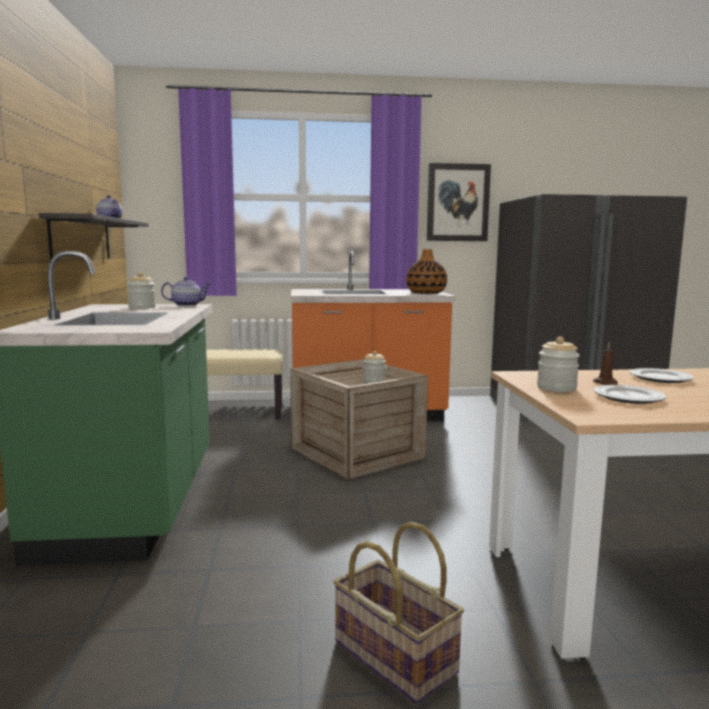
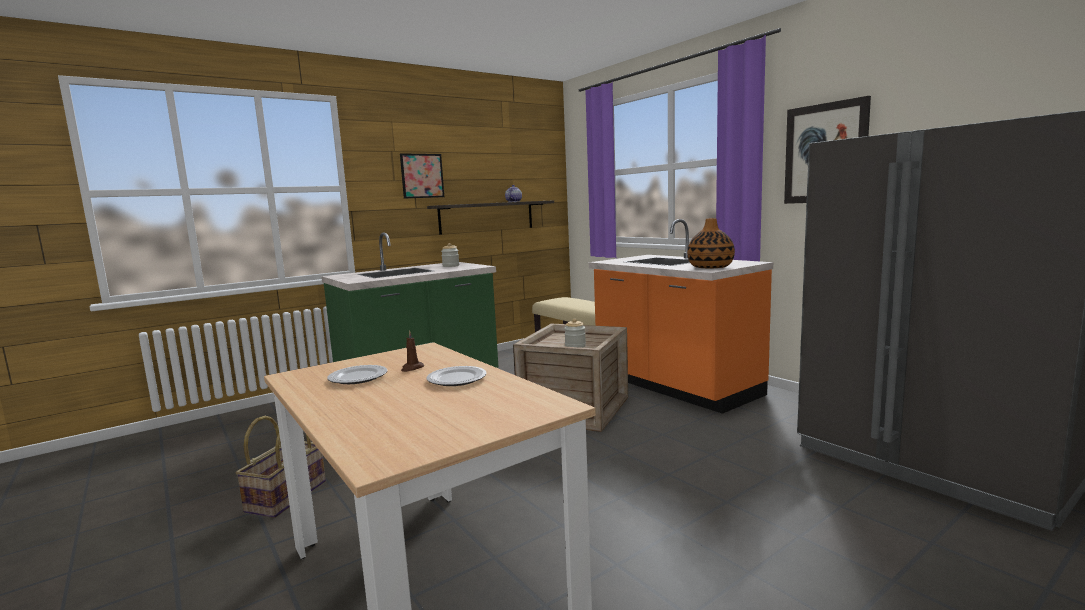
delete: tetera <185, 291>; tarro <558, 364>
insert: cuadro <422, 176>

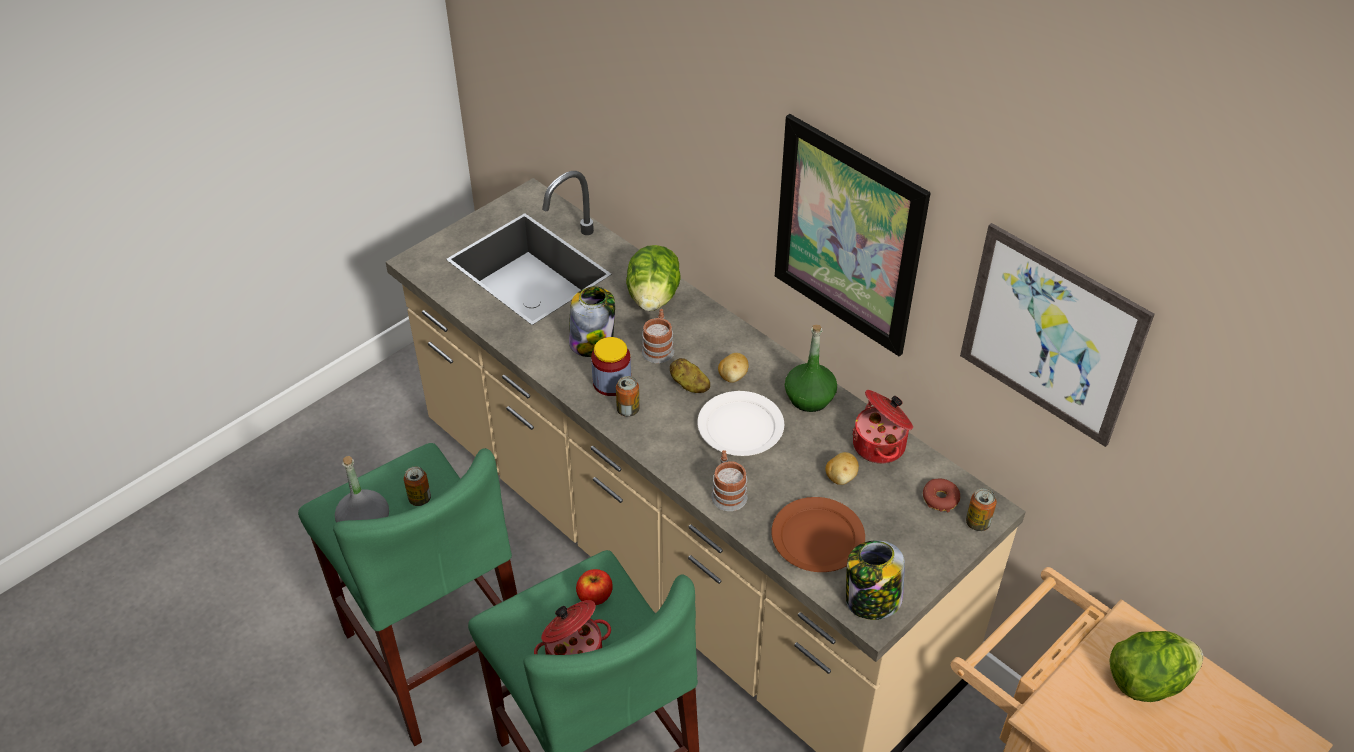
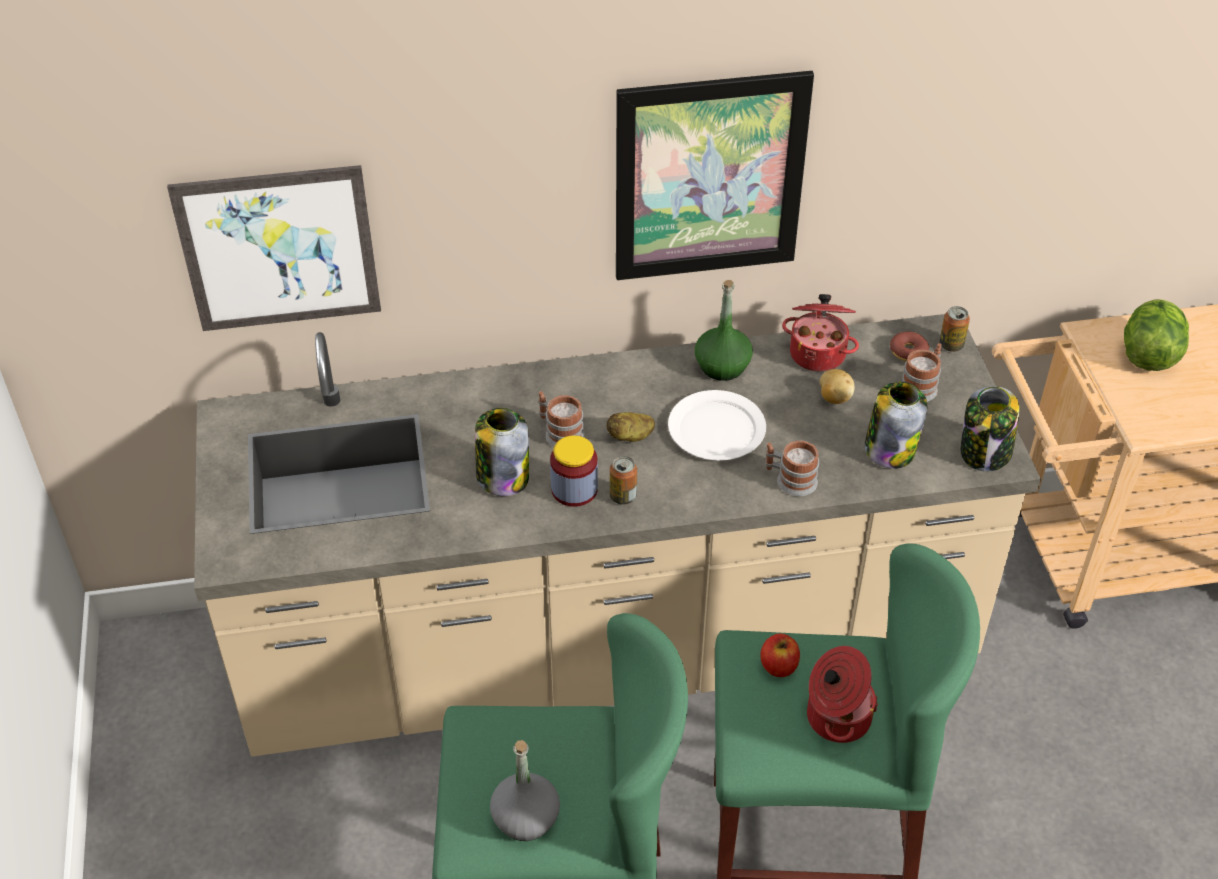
delete: lata <417, 486>; lechuga <653, 278>; patata <733, 367>
insert: taza grande <921, 372>
move: cuadro <1057, 335> to <274, 248>
replace: plato (marrón) <818, 534> to tarro <896, 425>

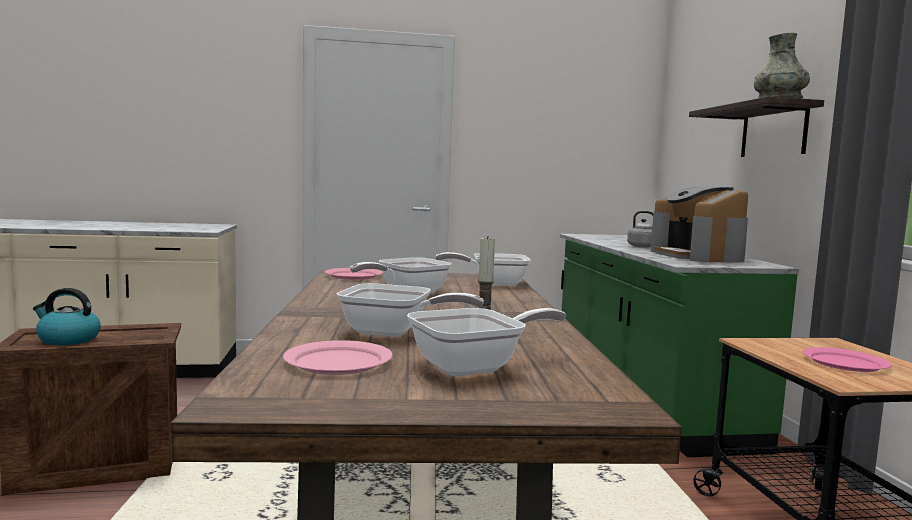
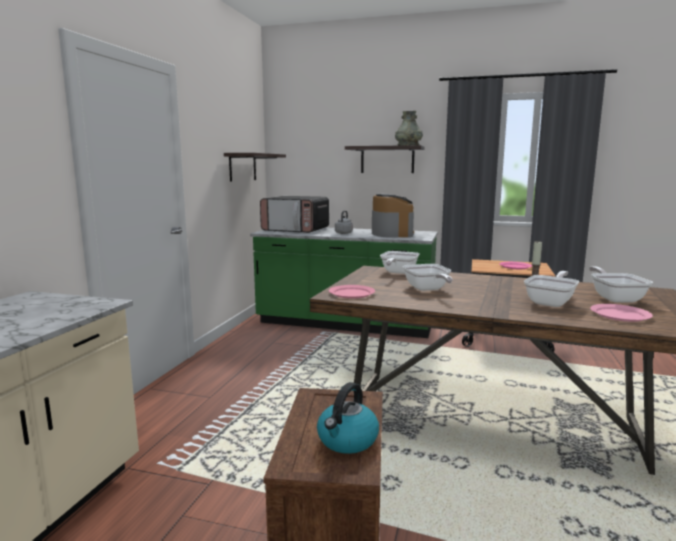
insert: estante <255, 167>; microondas <294, 214>
rotate: cafetera <699, 225> = <393, 216> 105 degrees counterclockwise

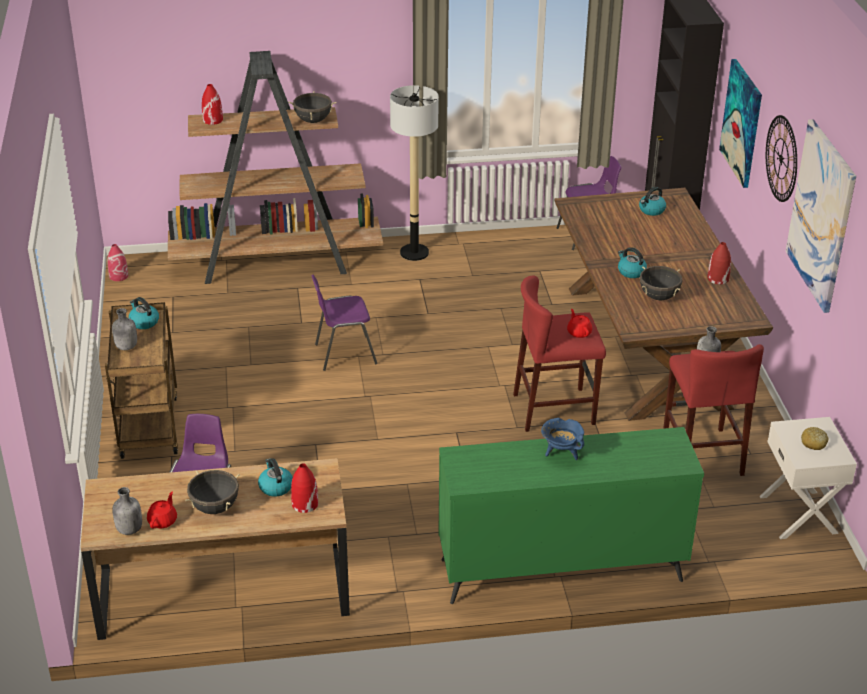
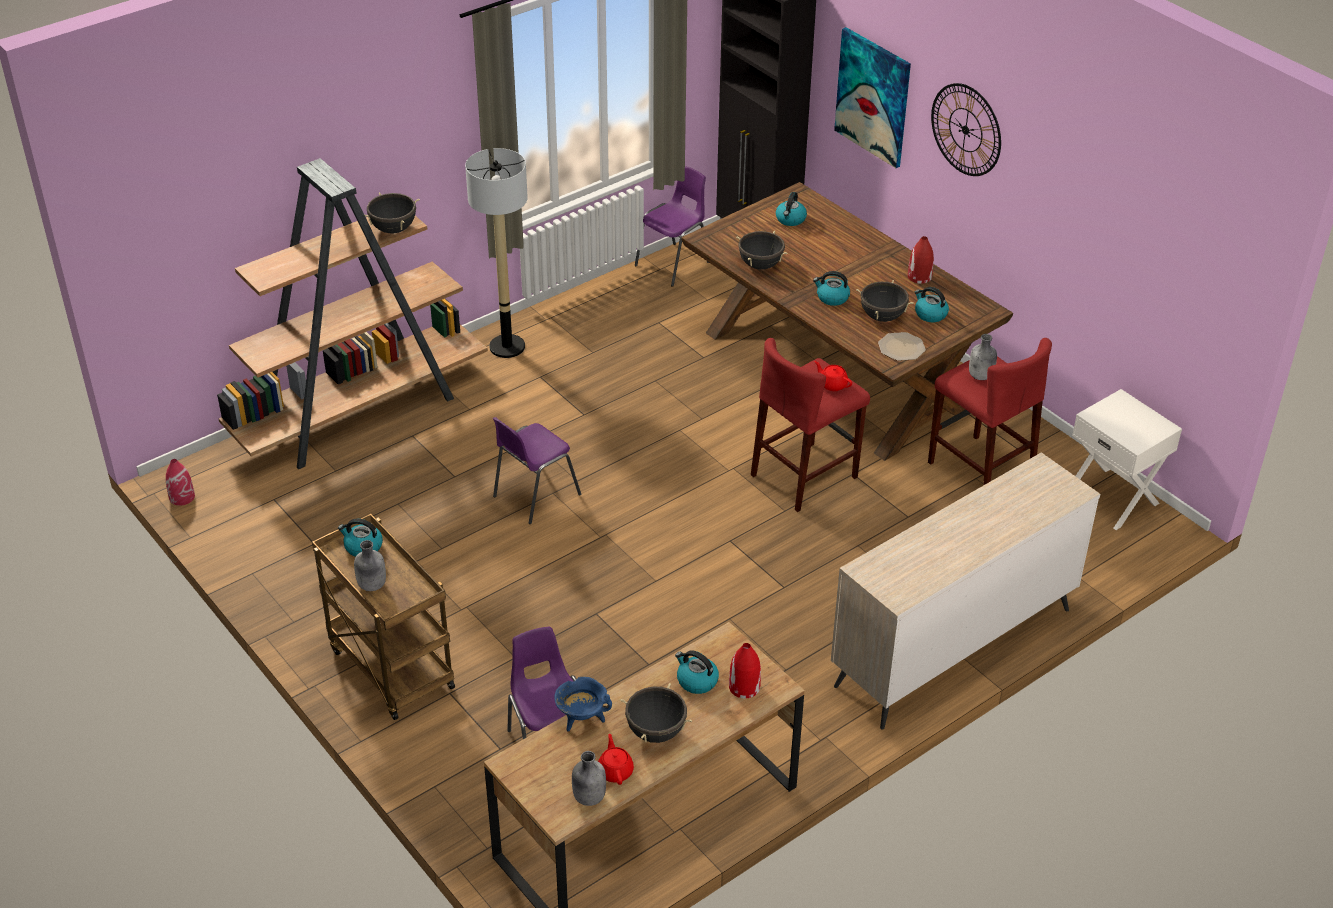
delete: florero (rojo) <212, 104>; cuadro <821, 216>; pan <814, 438>
insert: olla (negro) <762, 250>; plato <902, 346>; hervidor <932, 304>
move: olla (azul) <562, 439> to <583, 704>
recolor: cómoda (verde) <571, 515> to cómoda (beis) <965, 590>

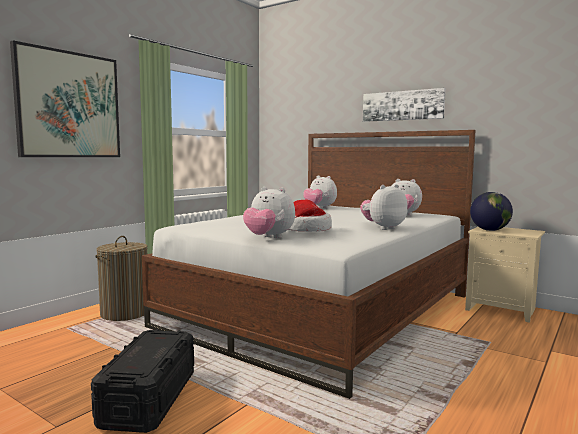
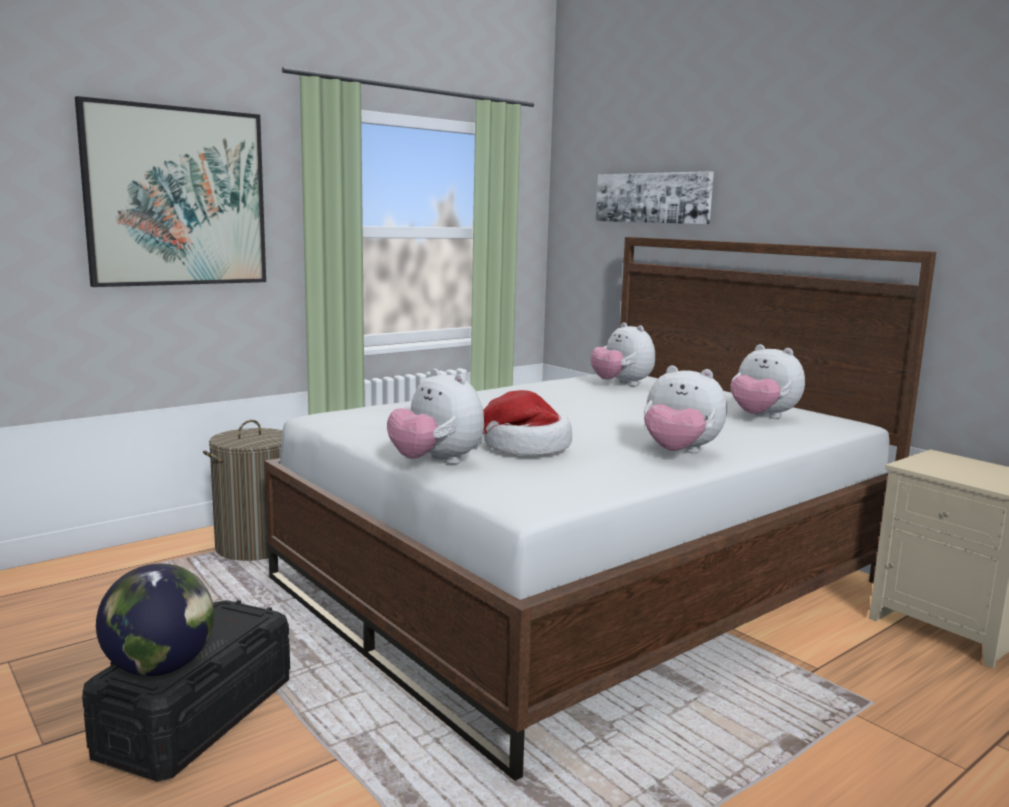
move: cuadro <404, 105> to <655, 198>; globo terráqueo <491, 211> to <155, 619>
rotate: peluche <384, 207> = <685, 409> 135 degrees counterclockwise

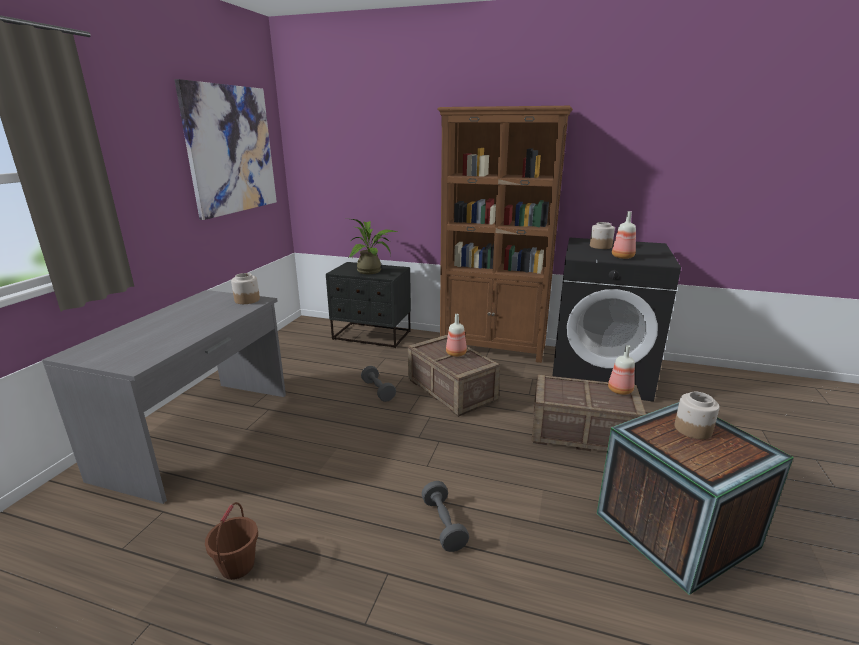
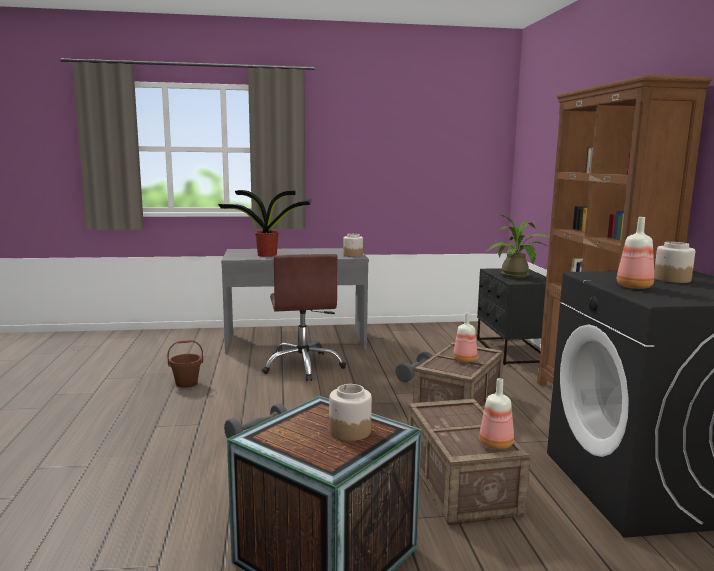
delete: cuadro <226, 149>
insert: planta en maceta <265, 223>; silla de oficina (marrón) <304, 317>

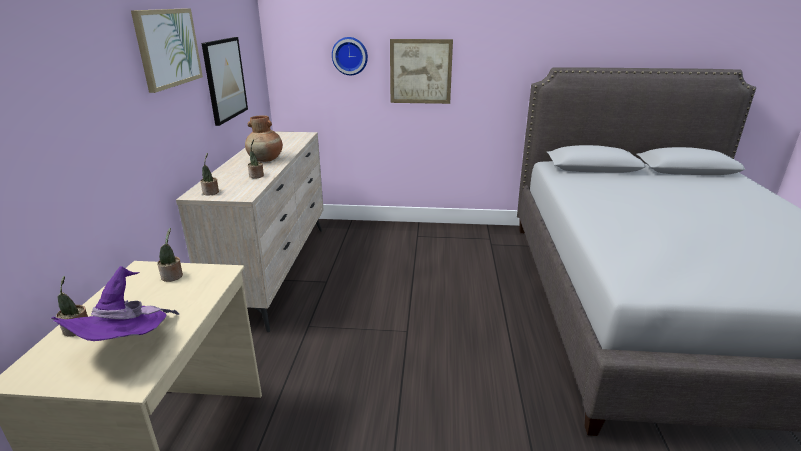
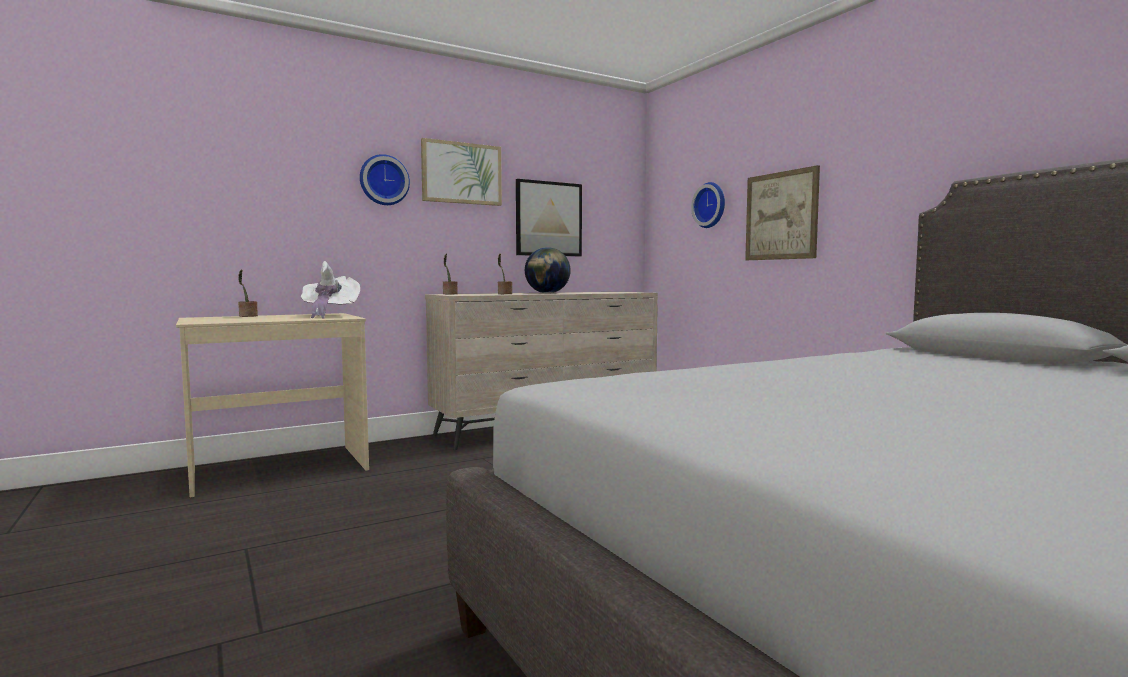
delete: sombrero (morado) <115, 303>
insert: reloj de pared <385, 179>
replace: planta en maceta <170, 255> to sombrero (blanco) <330, 289>; florero (marrón) <264, 138> to globo terráqueo <548, 270>

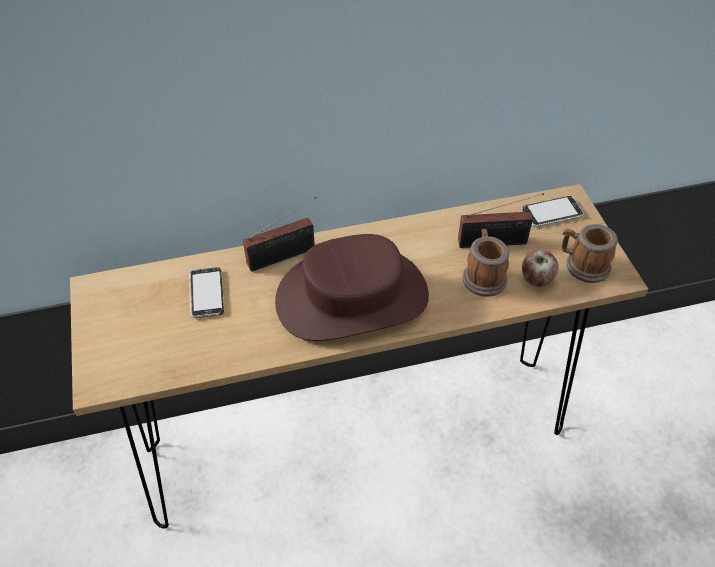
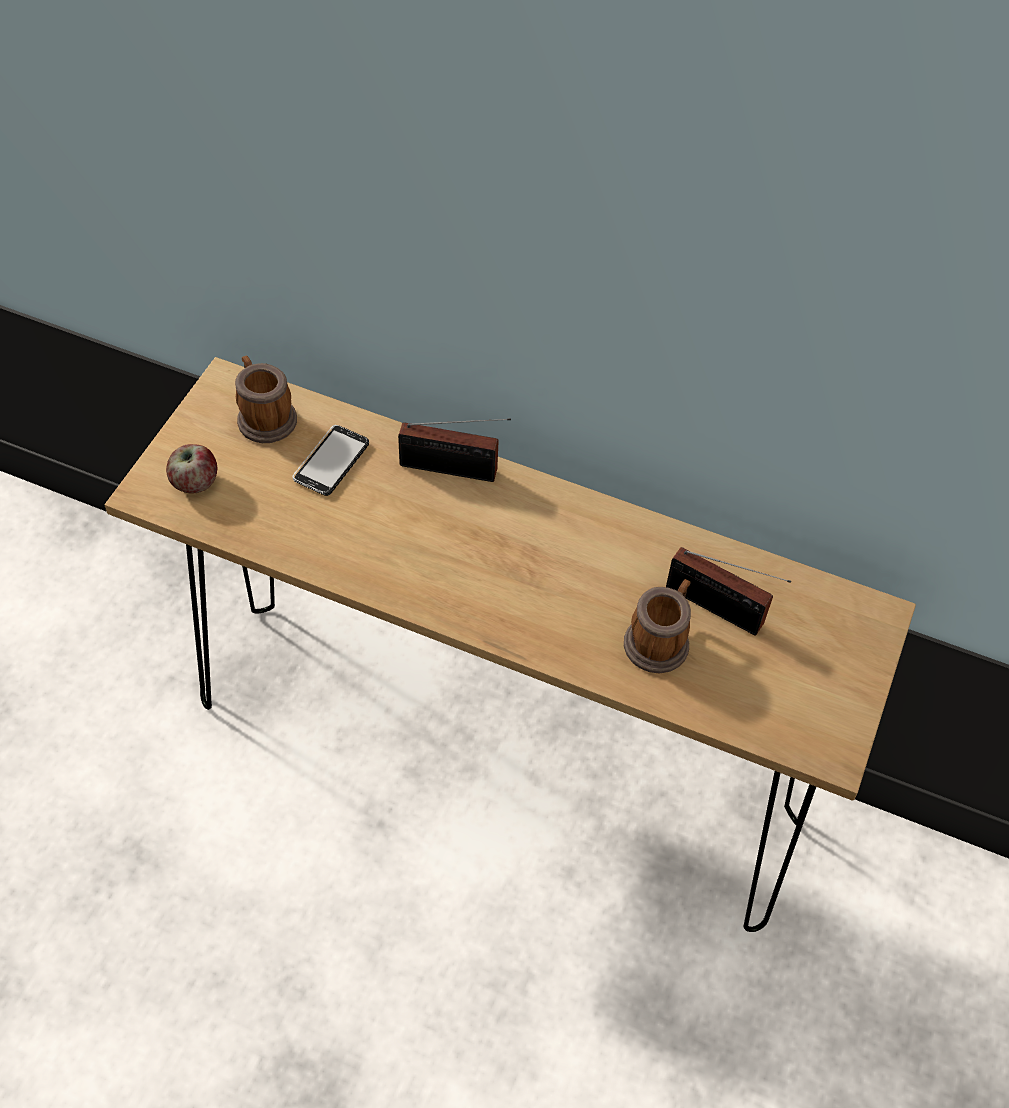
delete: sombrero (marrón) <352, 287>; móvil <553, 211>
move: manzana <540, 268> to <191, 469>; taza grande <590, 253> to <266, 399>

